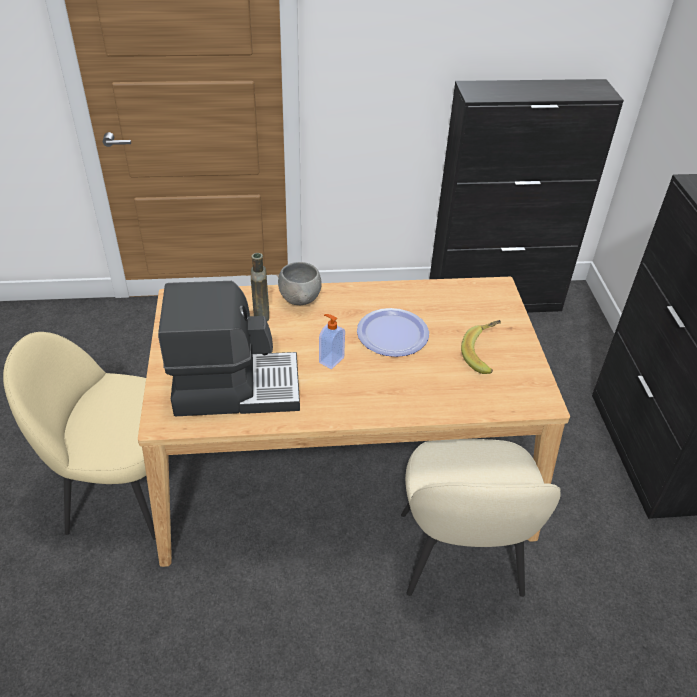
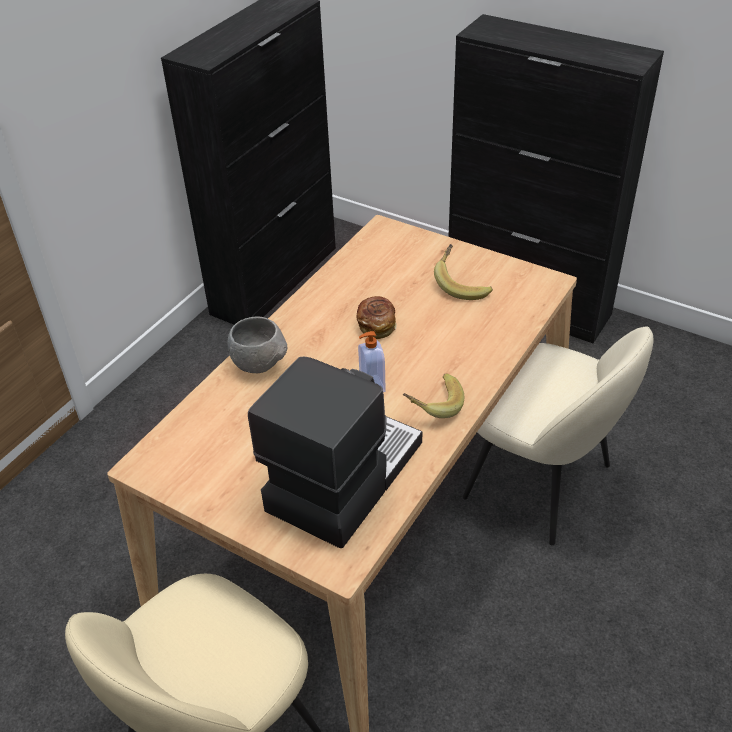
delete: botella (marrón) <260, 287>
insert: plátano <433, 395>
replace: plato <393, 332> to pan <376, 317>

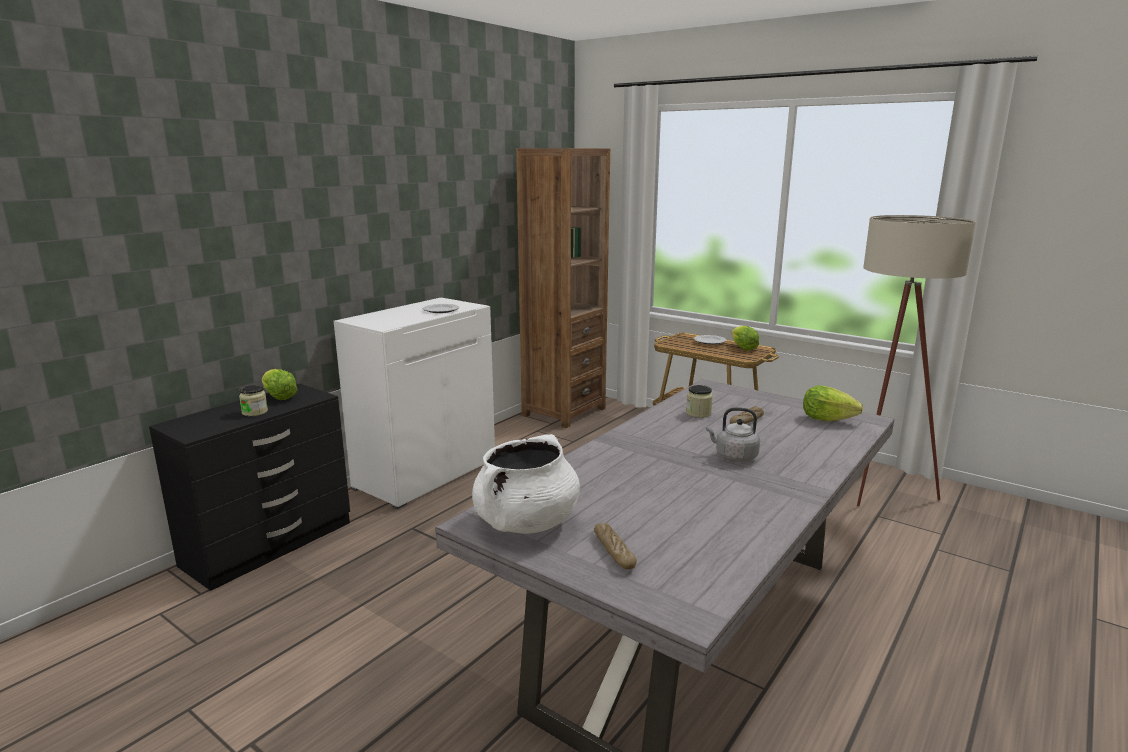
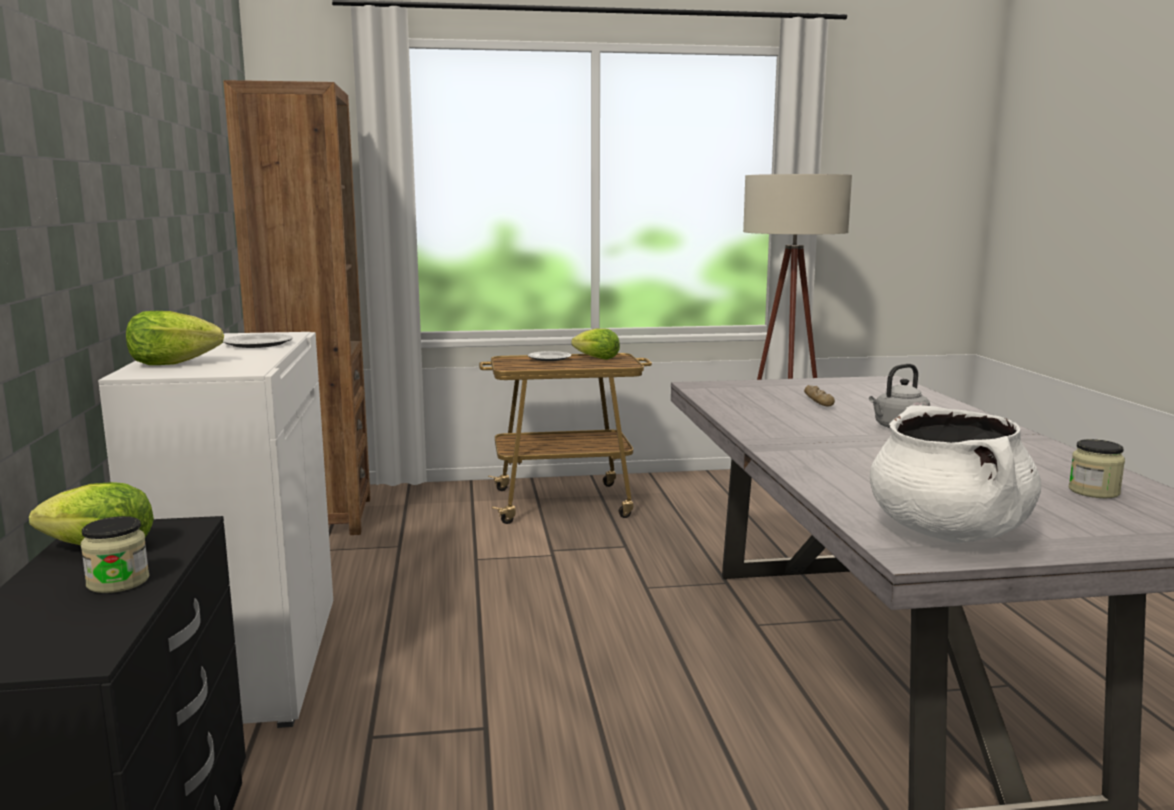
delete: pan <615, 546>
move: tarro <699, 401> to <1097, 468>; lechuga <833, 403> to <175, 338>

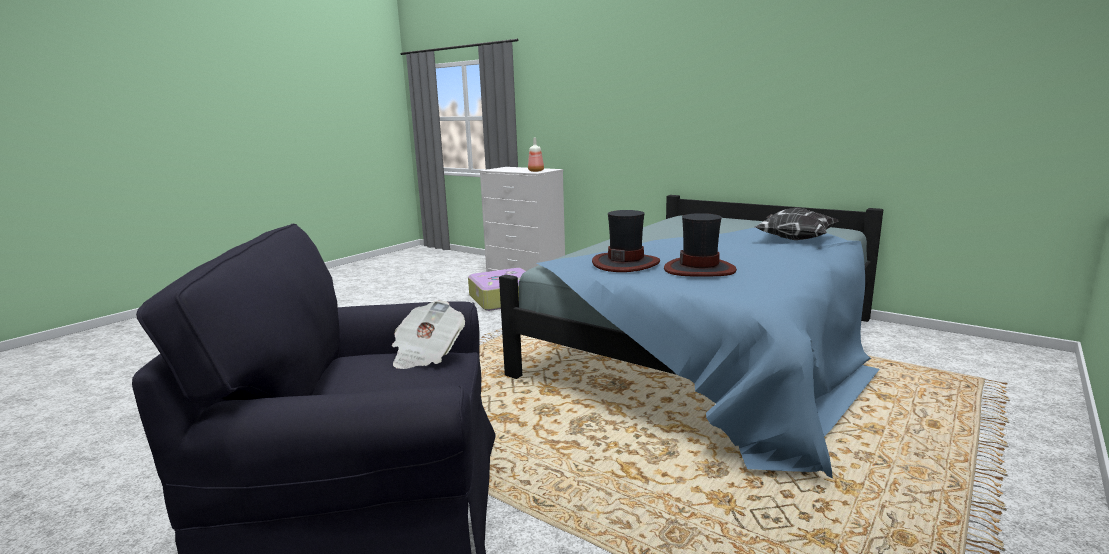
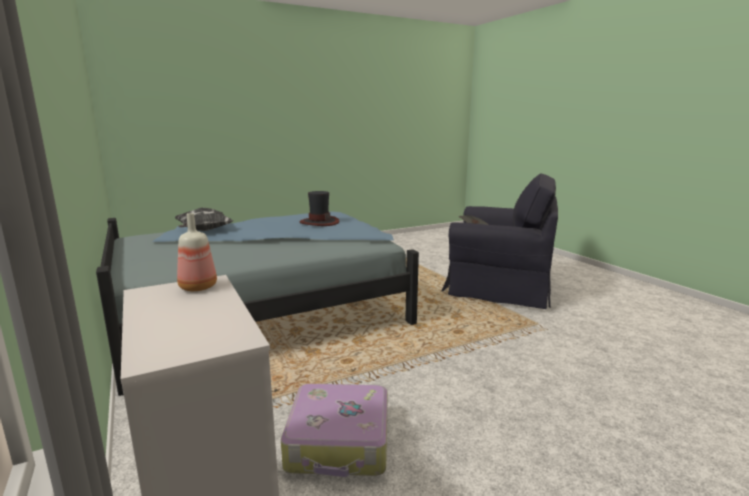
delete: sombrero <626, 241>

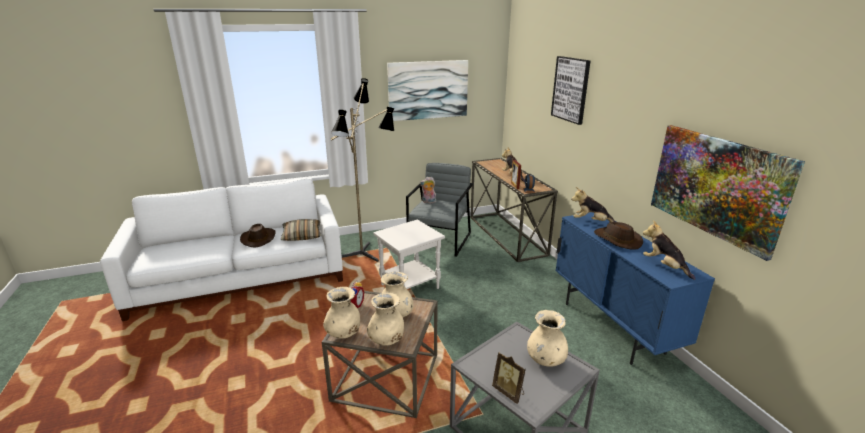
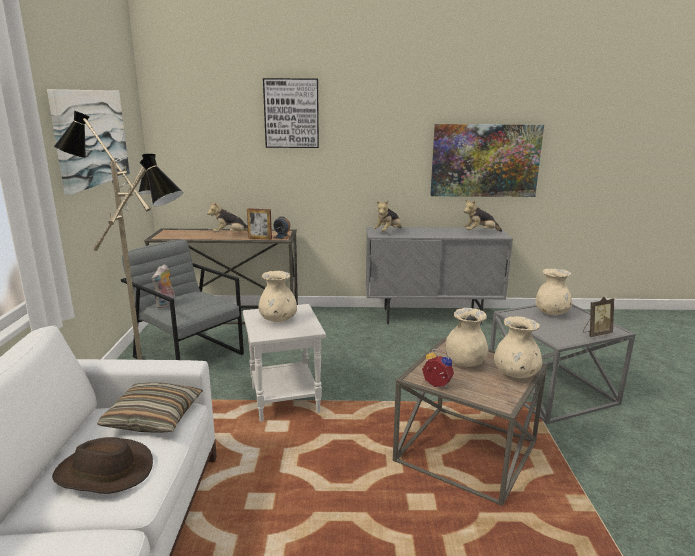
delete: sombrero (marrón) <618, 236>
move: florero (beis) <341, 312> to <277, 296>
recolor: armario (azul) <635, 288> to armario (gris) <439, 276>

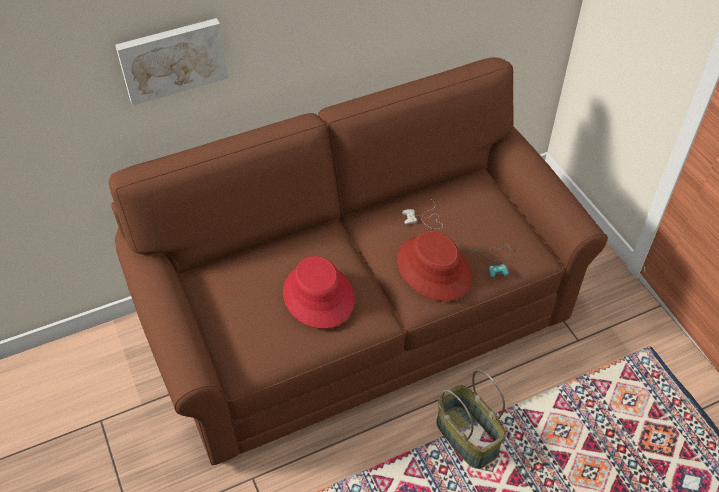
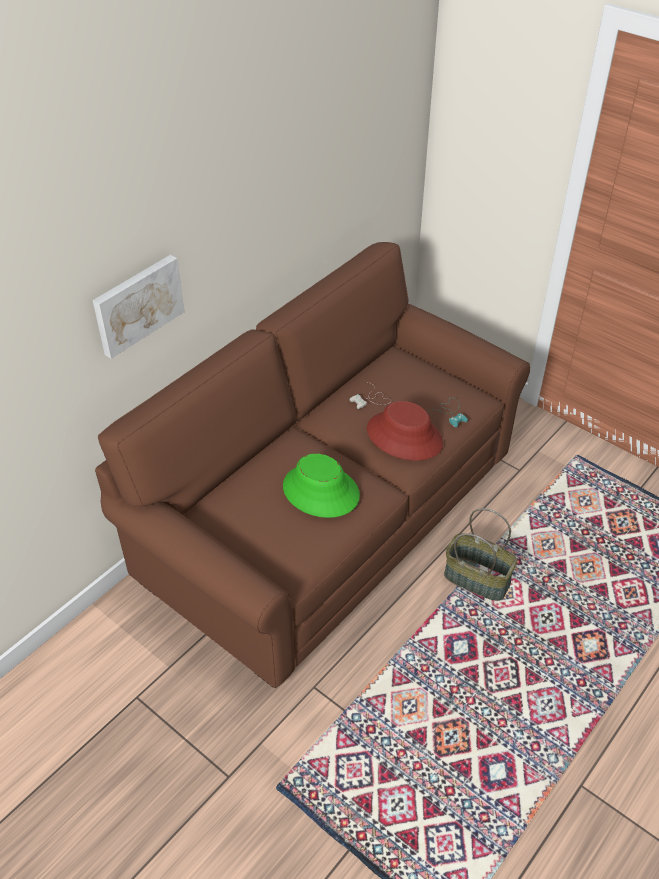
recolor: sombrero (rojo) <319, 292> to sombrero (verde) <321, 485>

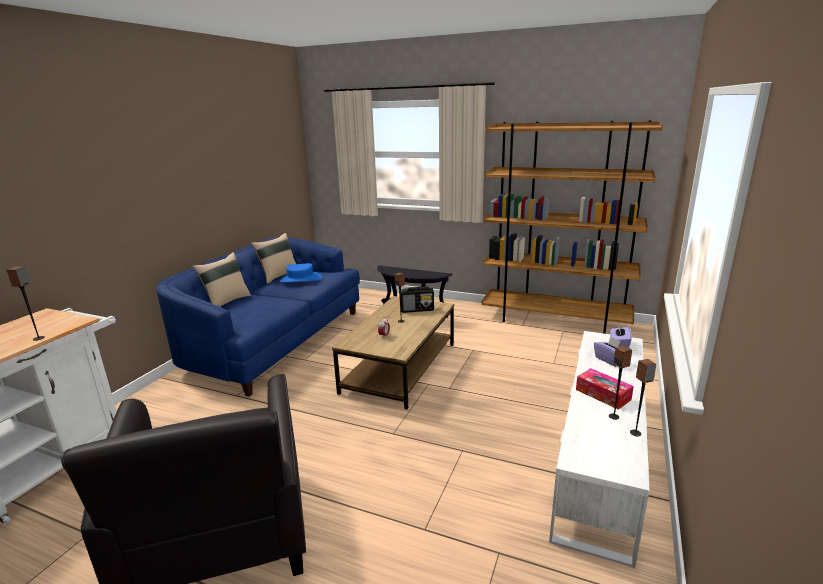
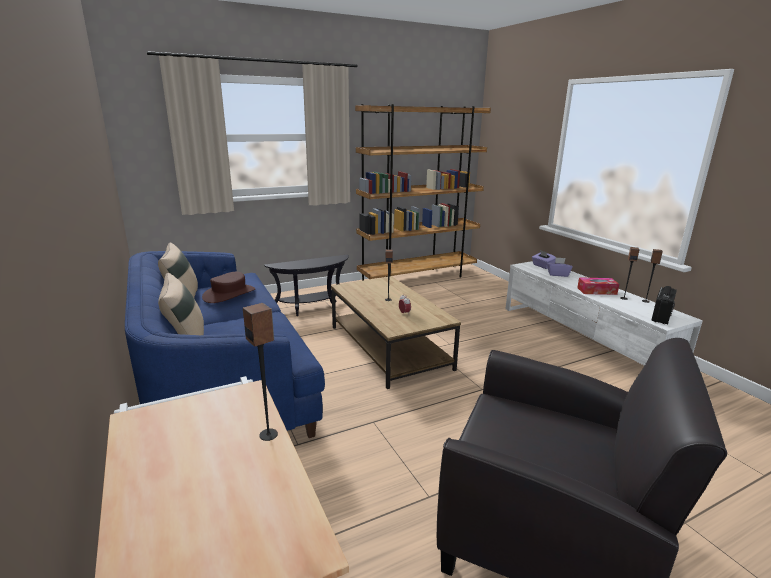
move: radio <417, 299> to <664, 305>
recolor: sombrero (azul) <301, 273> to sombrero (marrón) <228, 287>

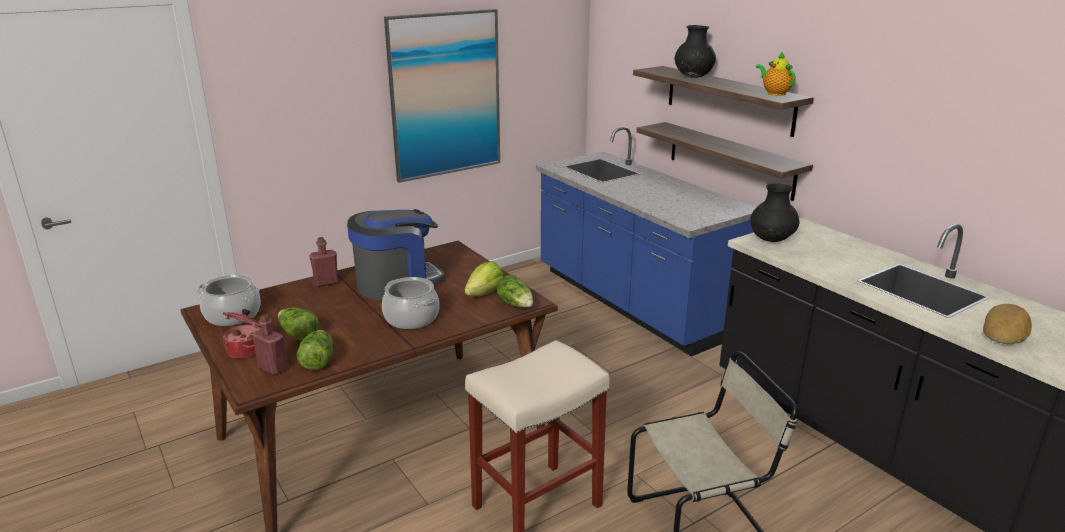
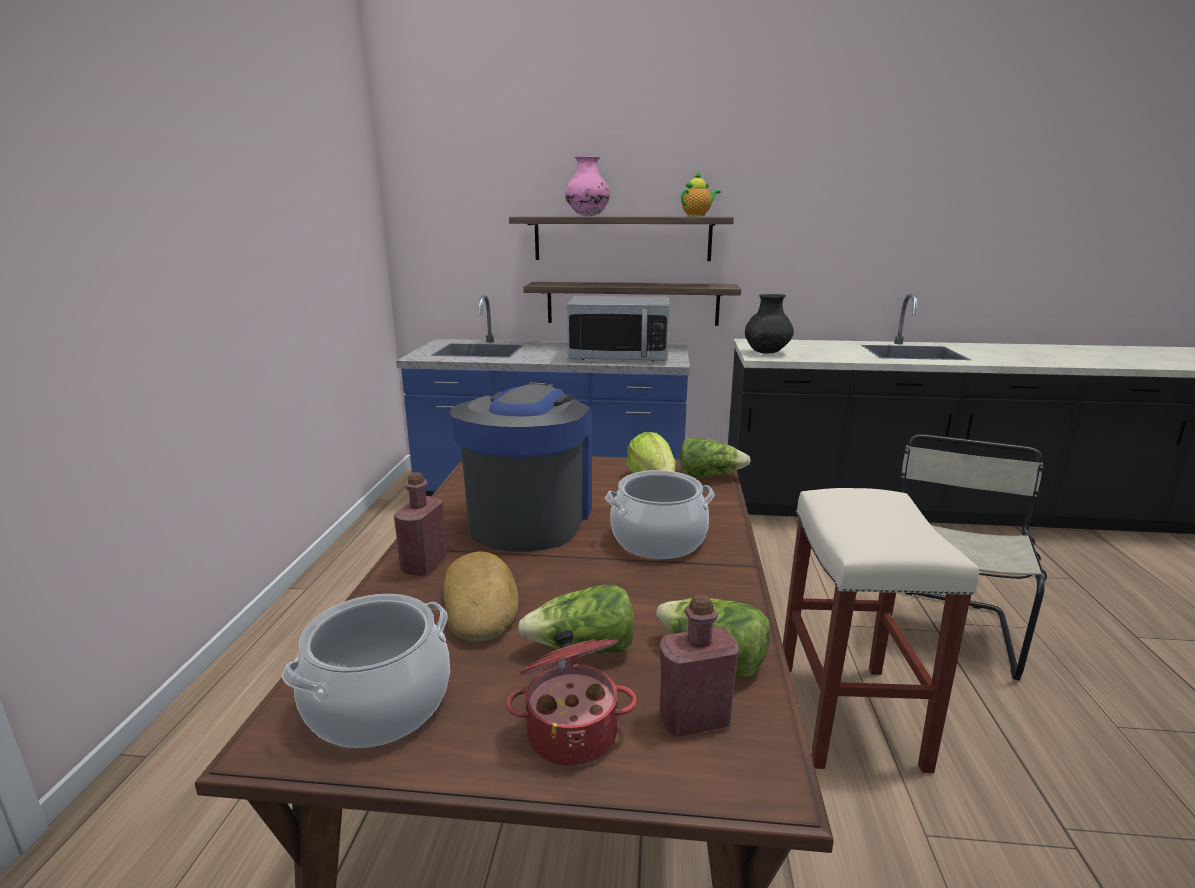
delete: cuadro <442, 96>
insert: microondas <618, 328>
move: pan <1007, 324> to <480, 596>
recolor: florero (negro) <695, 51> to florero (rosa) <587, 186>
rotate: tetera <776, 73> = <701, 193> 135 degrees clockwise

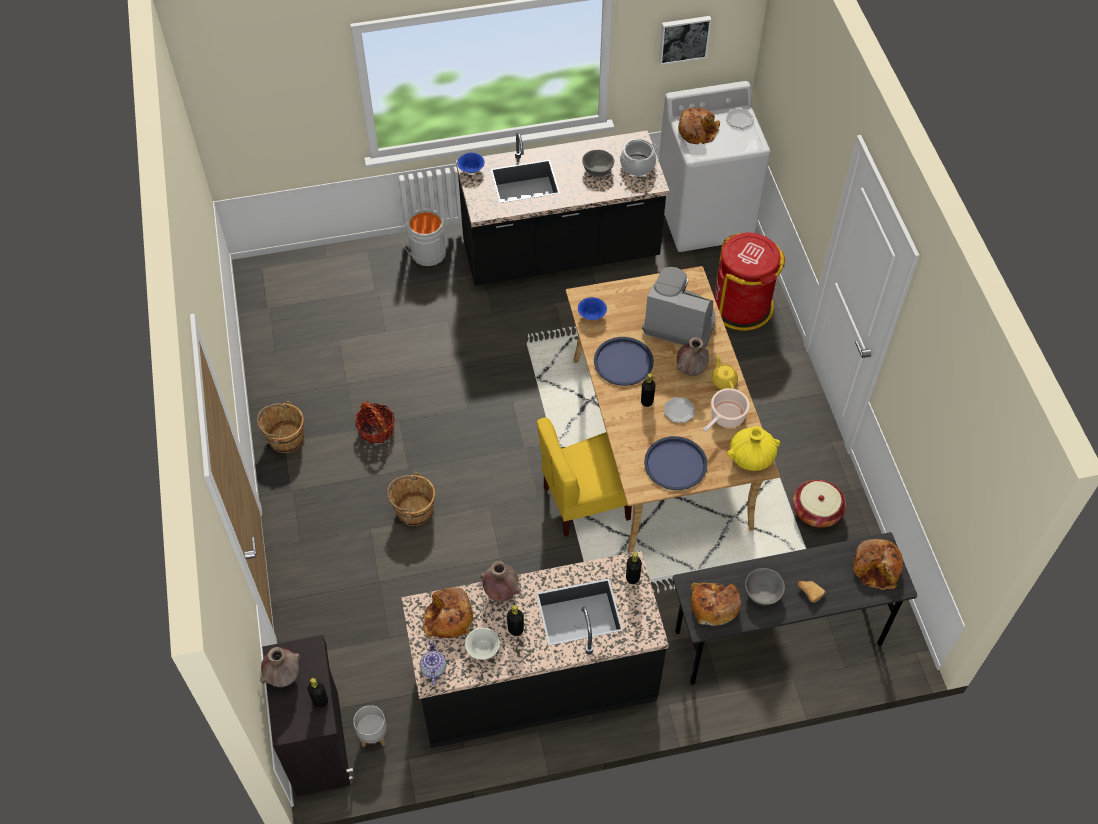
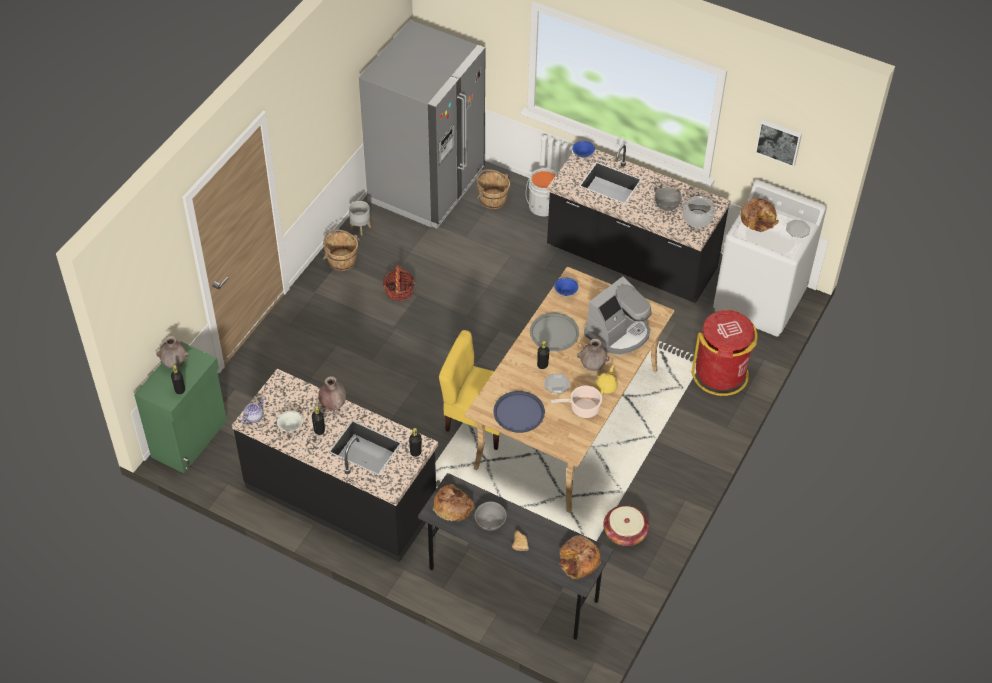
delete: pan <448, 612>; florero (amarillo) <753, 448>
insert: nevera (gris) <422, 124>
move: maceta (gris) <370, 726> to <360, 218>; cubo (marrón) <411, 499> to <493, 189>
recolor: armario (negro) <309, 716> to armario (verde) <180, 407>; bandeja (azul) <624, 361> to bandeja (gris) <554, 332>
rotate: cafetera <679, 307> = <618, 315> 75 degrees clockwise

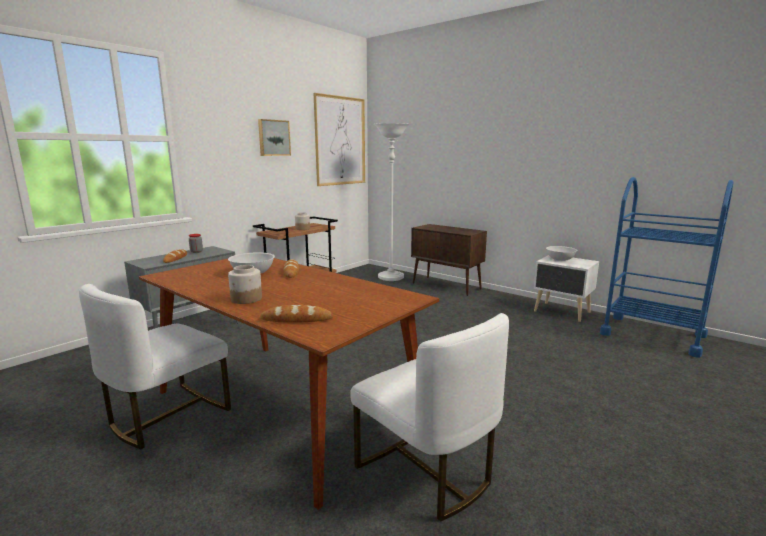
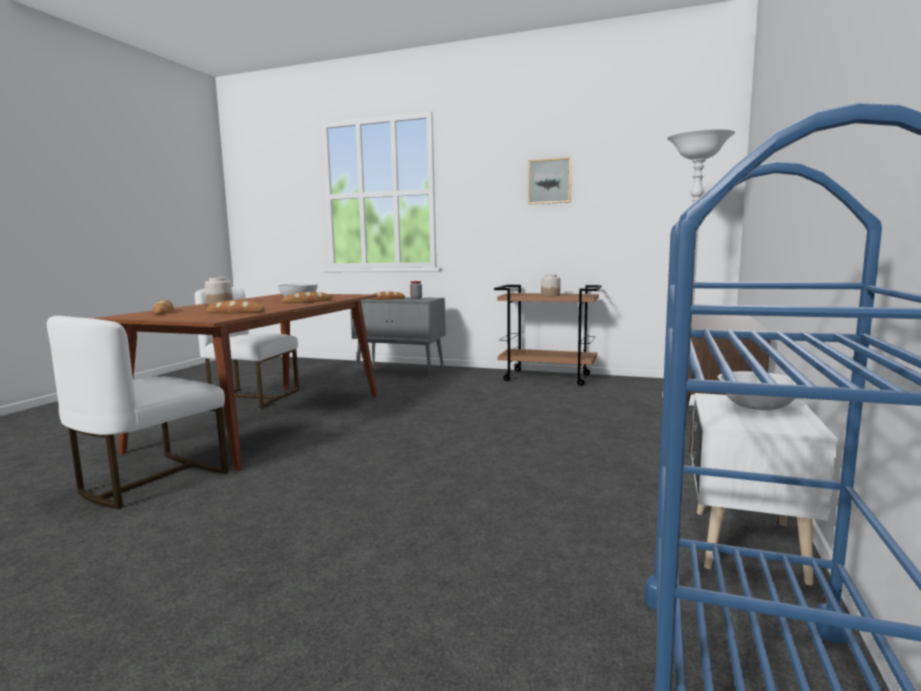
delete: cuadro <339, 139>
insert: pan <235, 306>

